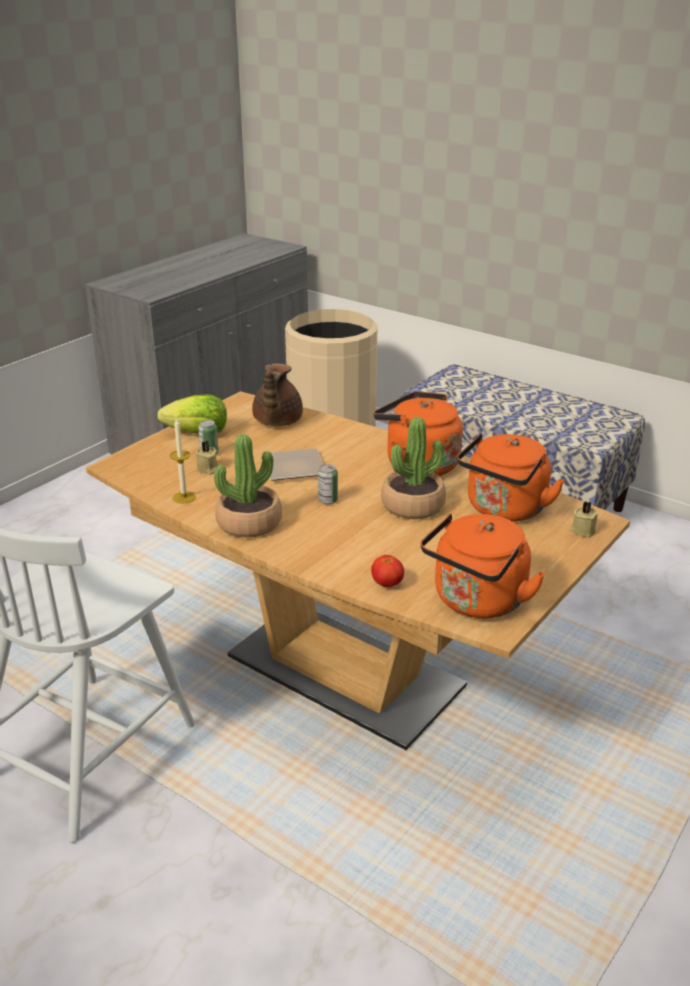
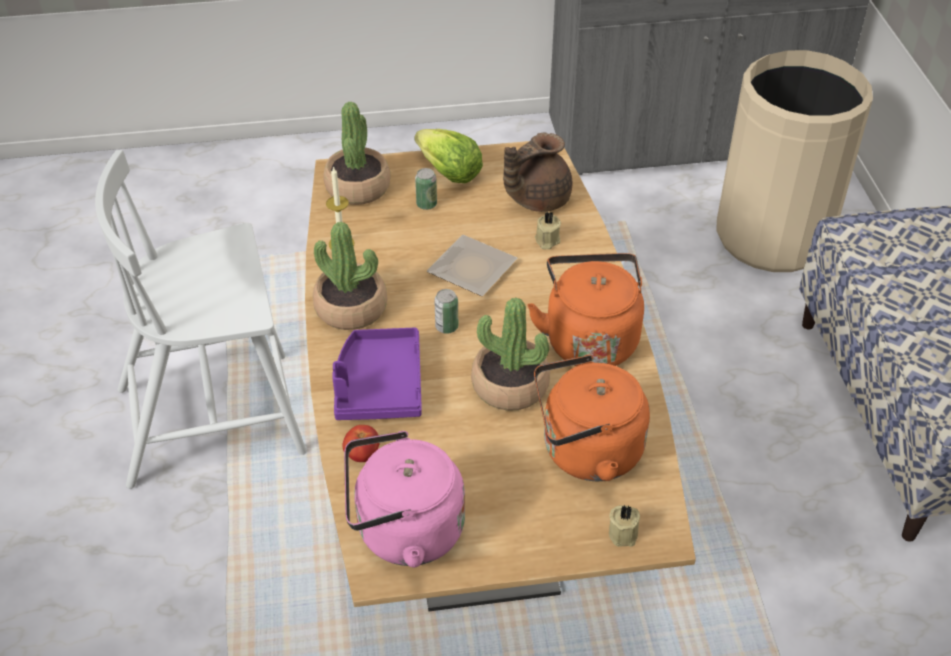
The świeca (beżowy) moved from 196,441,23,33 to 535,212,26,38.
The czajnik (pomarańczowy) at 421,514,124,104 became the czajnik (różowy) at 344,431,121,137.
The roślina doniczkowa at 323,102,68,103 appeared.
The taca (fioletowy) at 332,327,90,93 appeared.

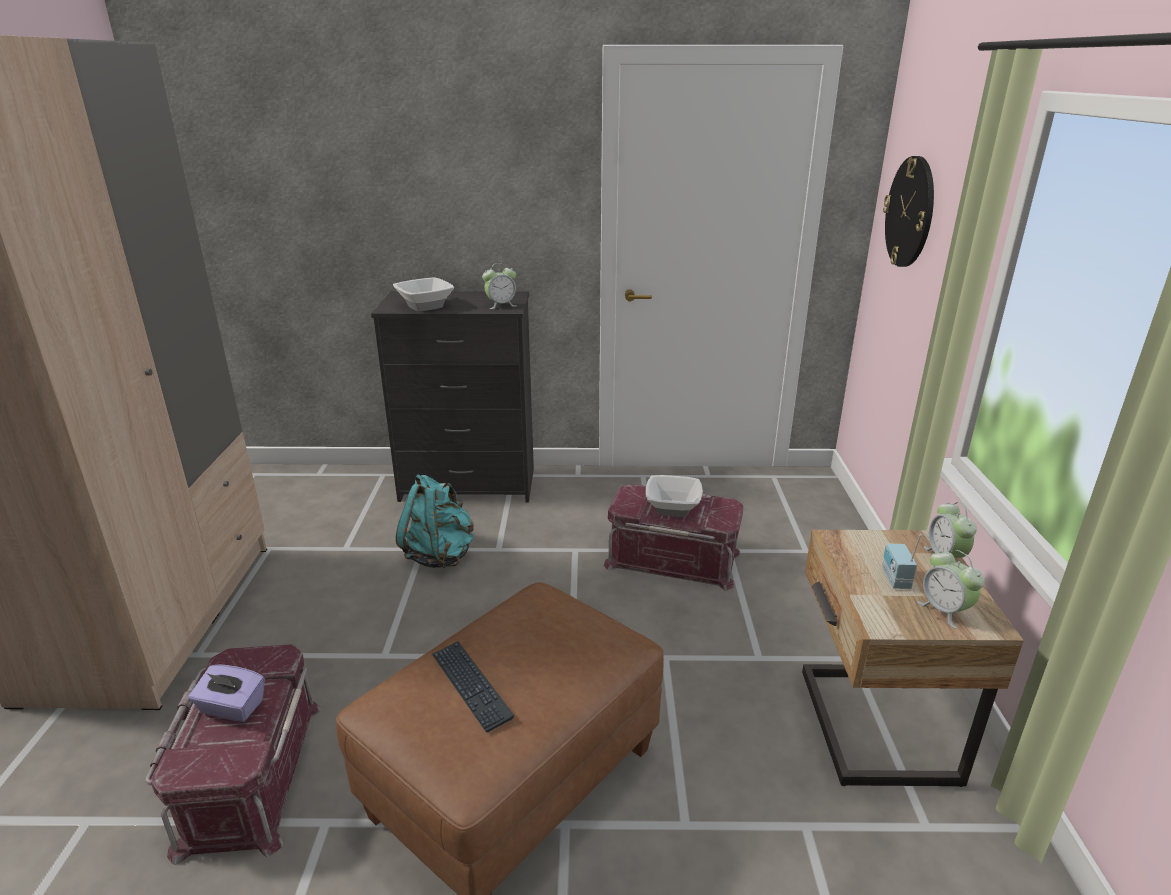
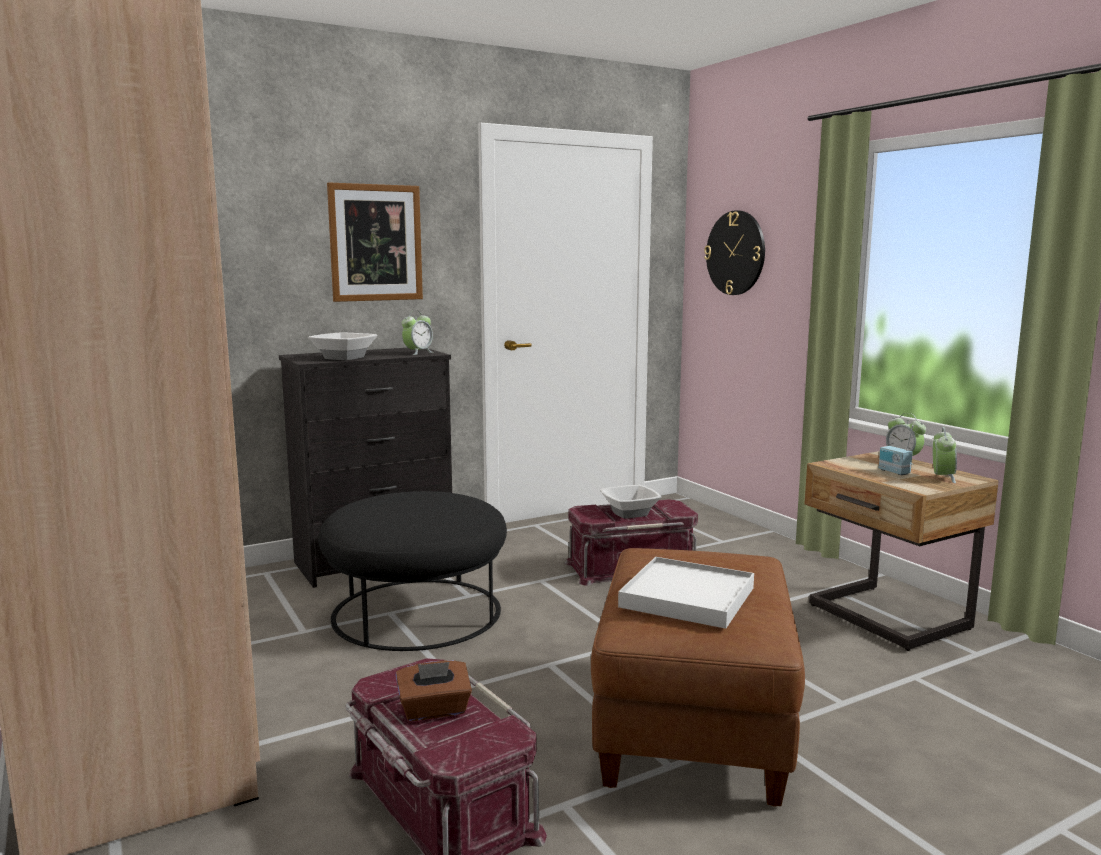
The pudełko chusteczek (fioletowy) at 189,664,75,58 became the pudełko chusteczek (brązowy) at 396,660,76,61.
The plecak (turkusowy) at 396,474,78,94 was replaced by the pufa (czarny) at 318,491,189,160.
The klawiatura at 432,641,82,91 was replaced by the taca (biały) at 618,557,136,72.
The budzik at 917,550,68,79 turned 105 degrees counterclockwise.
The obraz at 327,182,96,120 appeared.

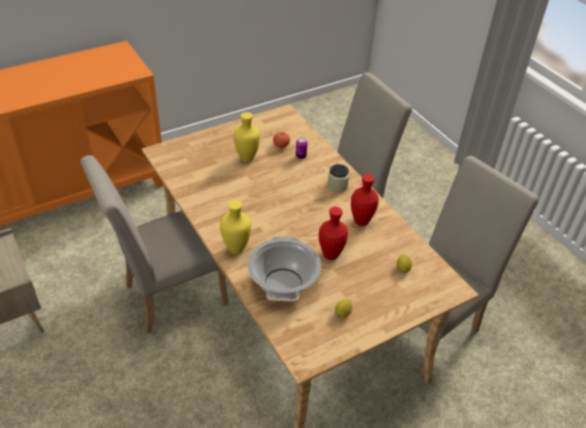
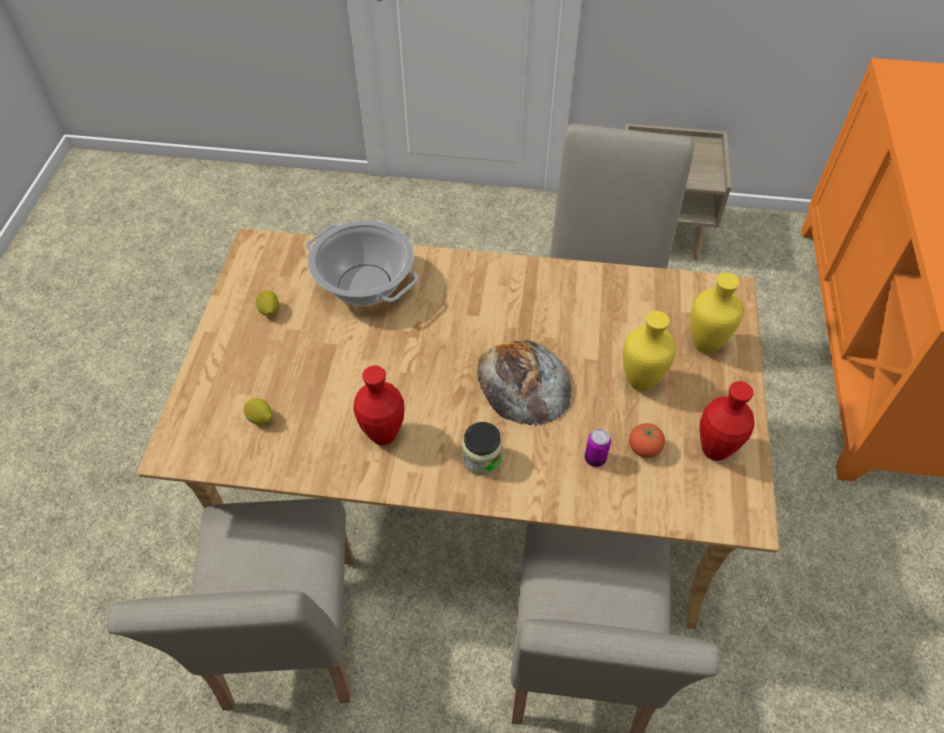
The wazon (żółty) moved from 220,200,31,54 to 690,272,53,81.
The wazon (czerwony) moved from 319,207,29,53 to 699,381,55,80.
The chleb at 478,339,94,87 appeared.

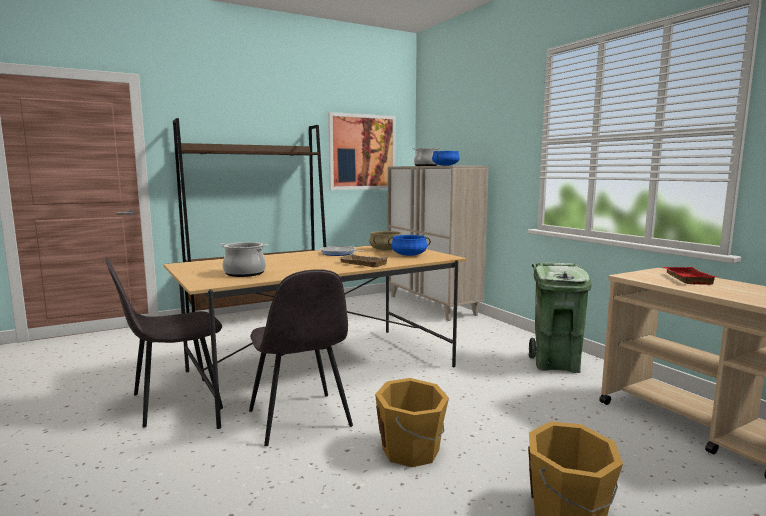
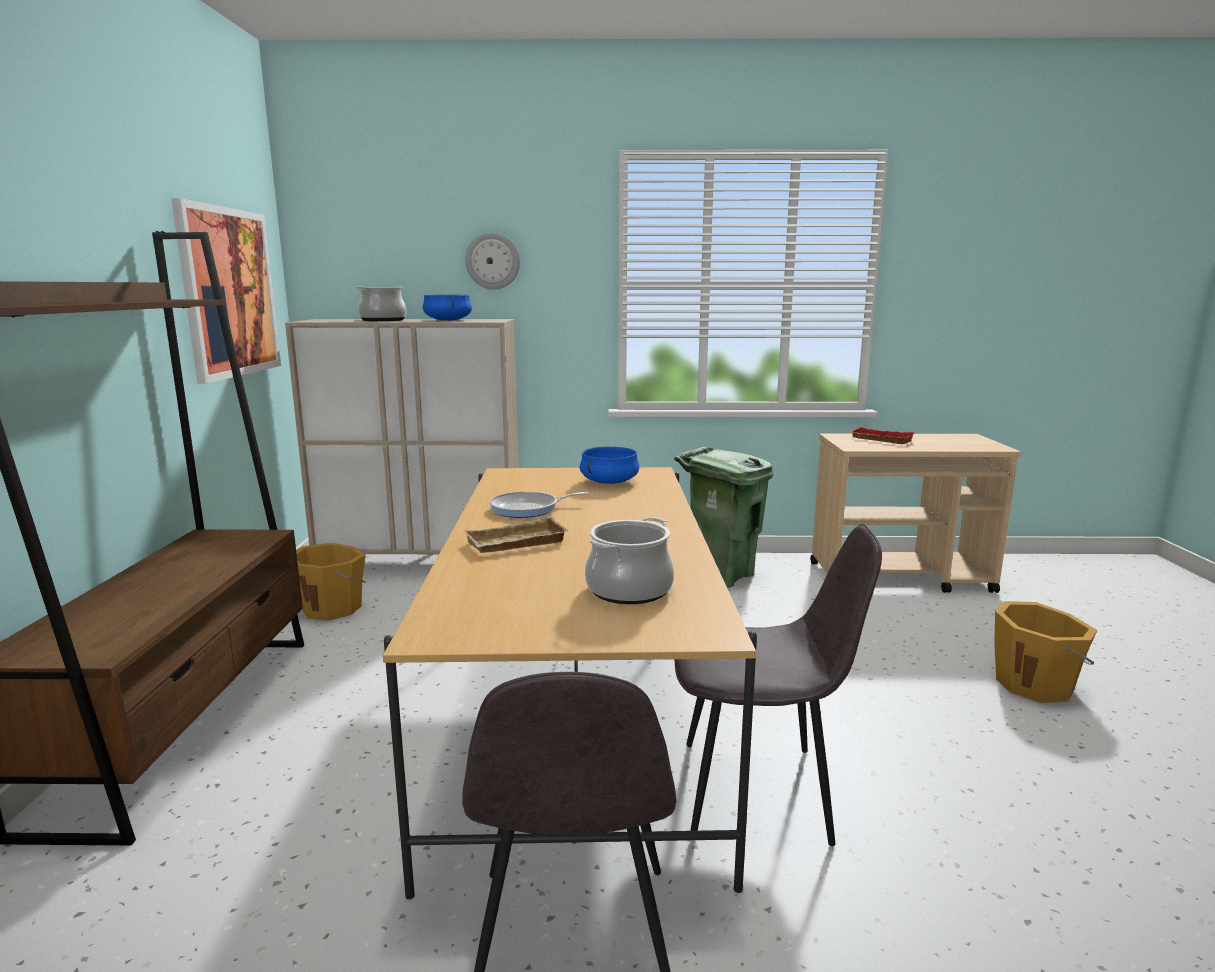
The taca (beżowy) moved from 339,254,50,13 to 465,516,104,37.
The garnek (beżowy) at 369,231,33,20 disappeared.
The wiadro (pomarańczowy) moved from 375,378,74,89 to 296,543,70,78.
The zegar ścienny at 465,232,55,58 appeared.

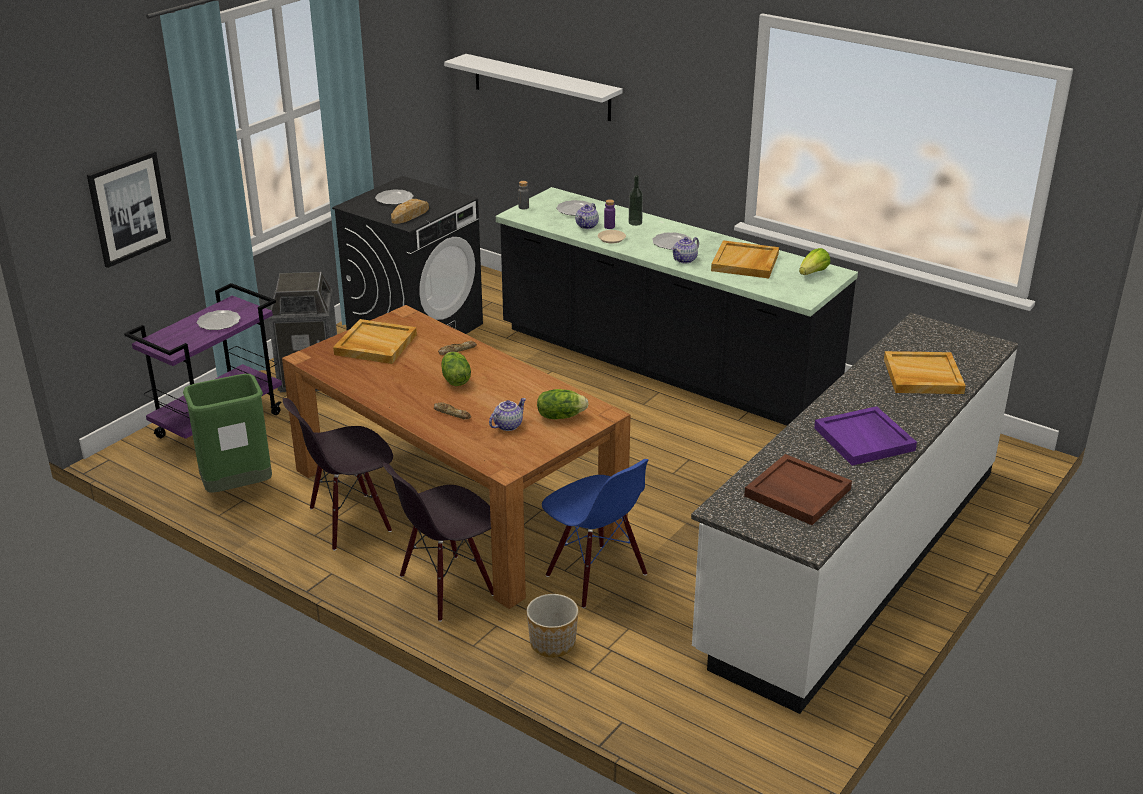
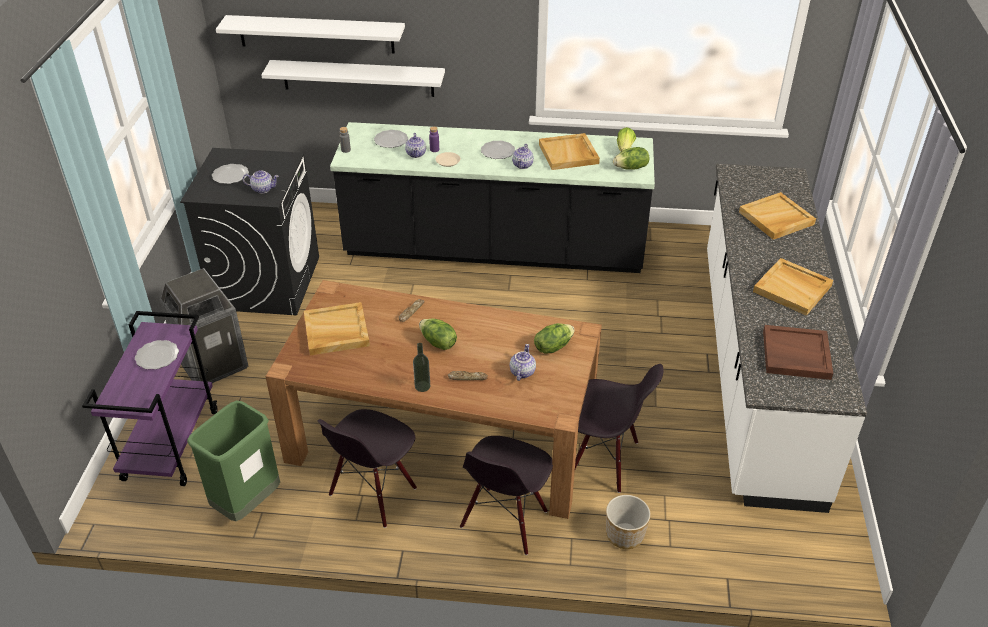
The obraz at 87,151,84,117 disappeared.
The chleb at 391,199,38,25 was replaced by the imbryk at 243,170,36,23.
The krzesło (niebieski) at 542,459,107,149 became the krzesło (czarny) at 575,364,88,129.
The butelka moved from 629,175,14,51 to 413,343,17,49.
The taca (fioletowy) at 814,406,103,60 became the taca (beżowy) at 753,258,80,58.
The półka (biały) at 261,60,184,37 appeared.
The sałata at 613,147,36,23 appeared.

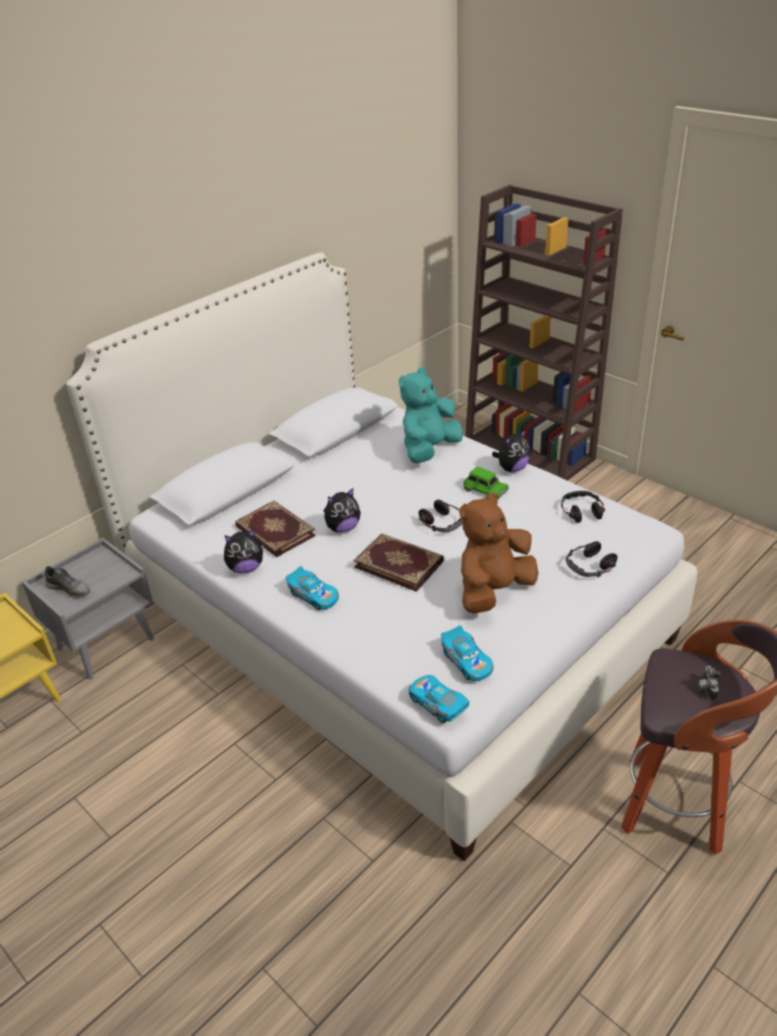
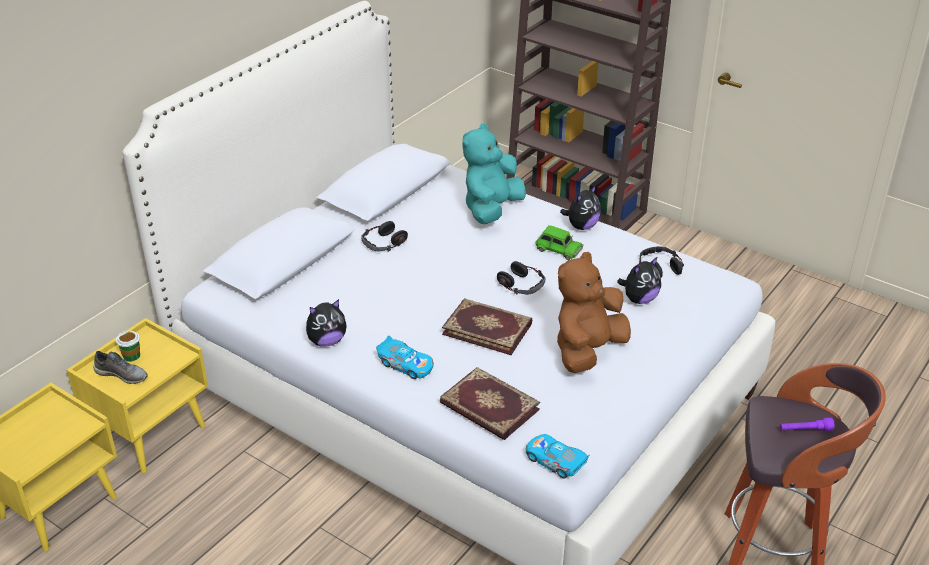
The szafka nocna (szary) at 22,538,132,141 became the szafka nocna (żółty) at 66,318,142,155.
The książka moved from 235,501,81,56 to 440,367,100,73.
The pluszak moved from 324,488,37,45 to 617,256,44,48.
The samochodzik at 441,625,52,57 disappeared.
The słuchawki moved from 566,541,51,37 to 361,221,47,31.
The aparat fotograficzny at 698,666,22,35 was replaced by the latarka (fioletowy) at 780,418,54,13.
The filiżanka at 116,331,24,31 appeared.

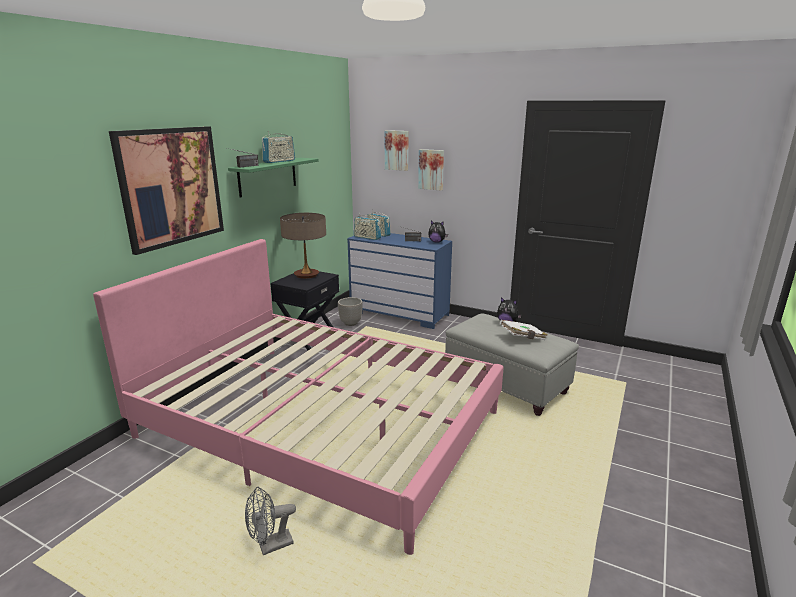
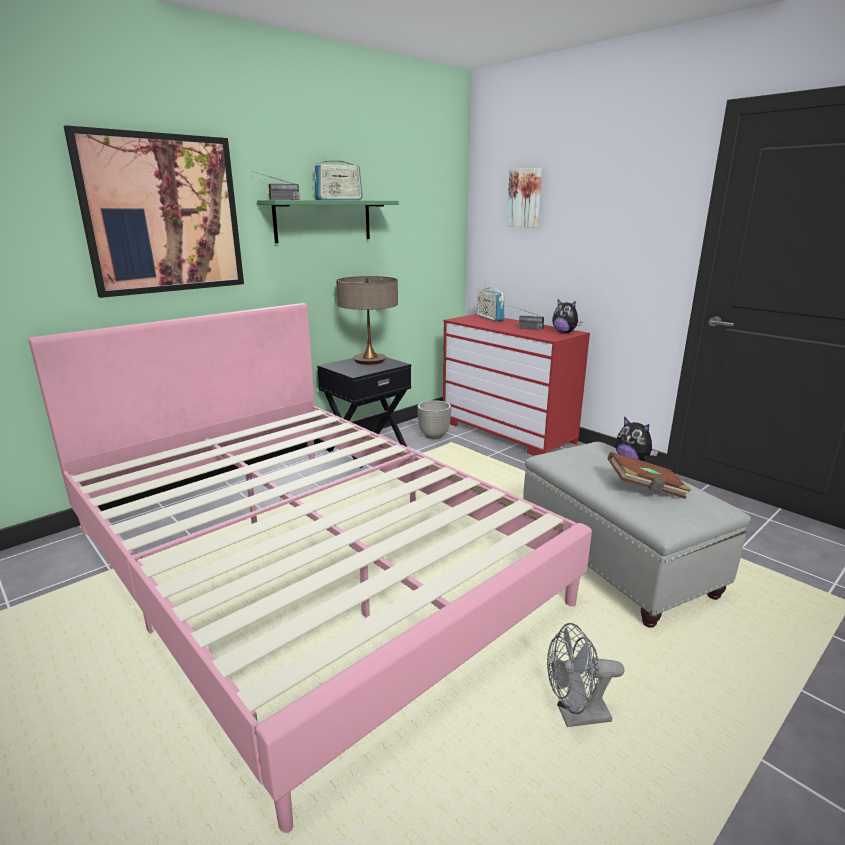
The wentylator (szary) moved from 245,487,51,68 to 547,623,77,104.
The komoda (niebieski) at 347,233,105,96 became the komoda (czerwony) at 443,314,147,142.
The radio at 354,216,27,24 disappeared.
The obraz at 418,149,26,41 disappeared.
The książka (biały) at 499,320,49,20 became the książka (brązowy) at 608,452,83,47.

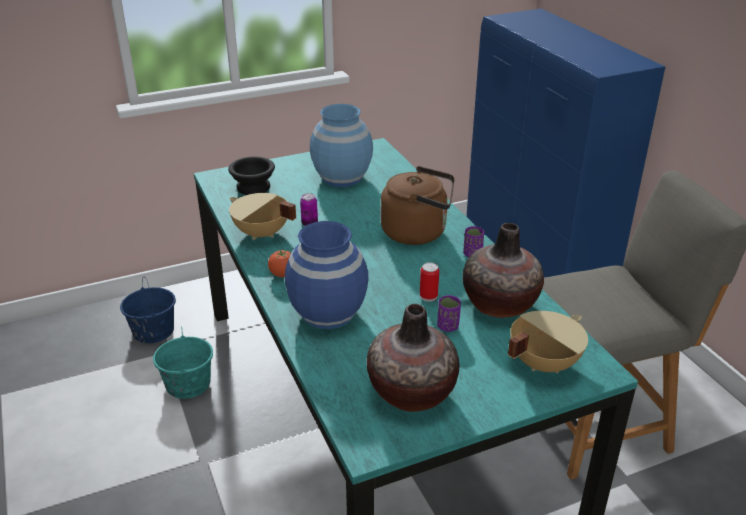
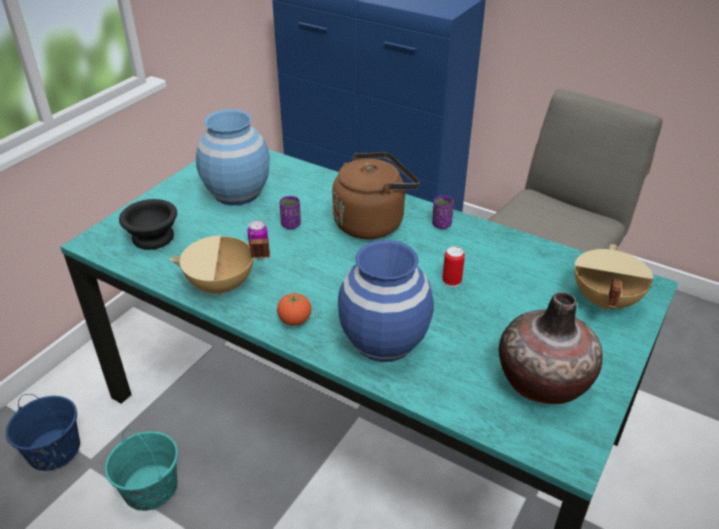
The filiżanka (fioletowy) moved from 437,295,24,37 to 279,196,22,33.
The wazon at 462,223,82,95 disappeared.

